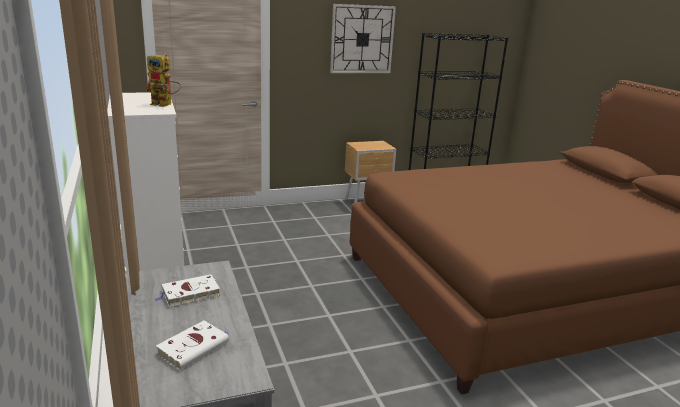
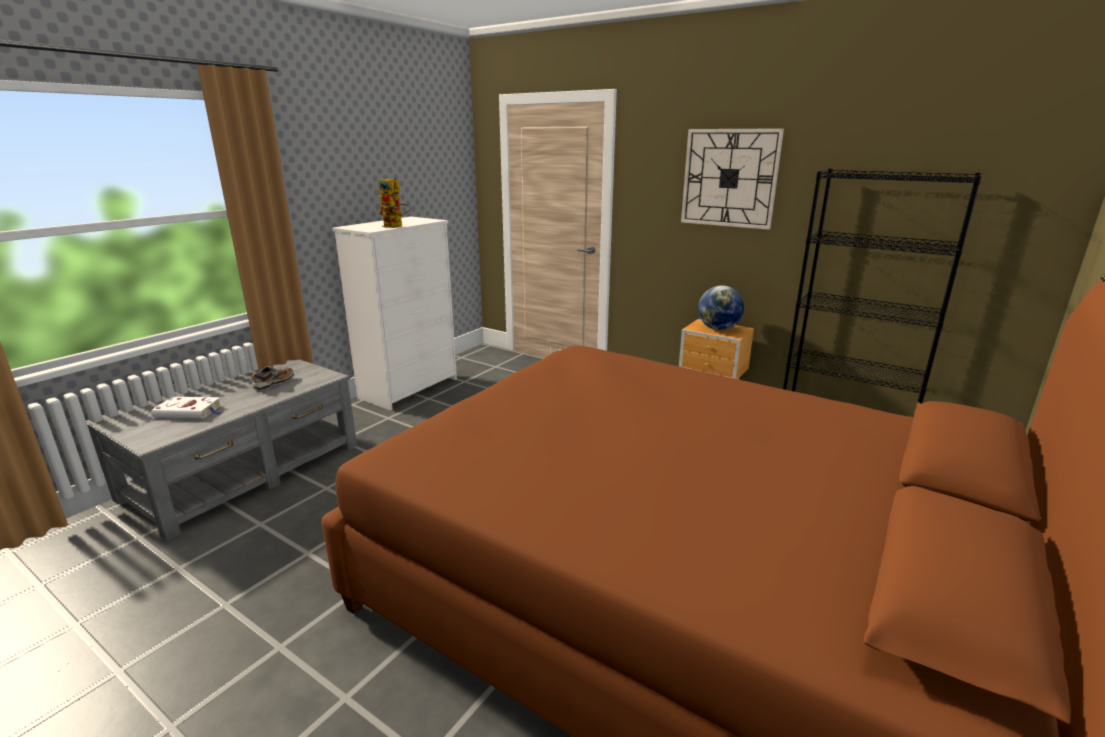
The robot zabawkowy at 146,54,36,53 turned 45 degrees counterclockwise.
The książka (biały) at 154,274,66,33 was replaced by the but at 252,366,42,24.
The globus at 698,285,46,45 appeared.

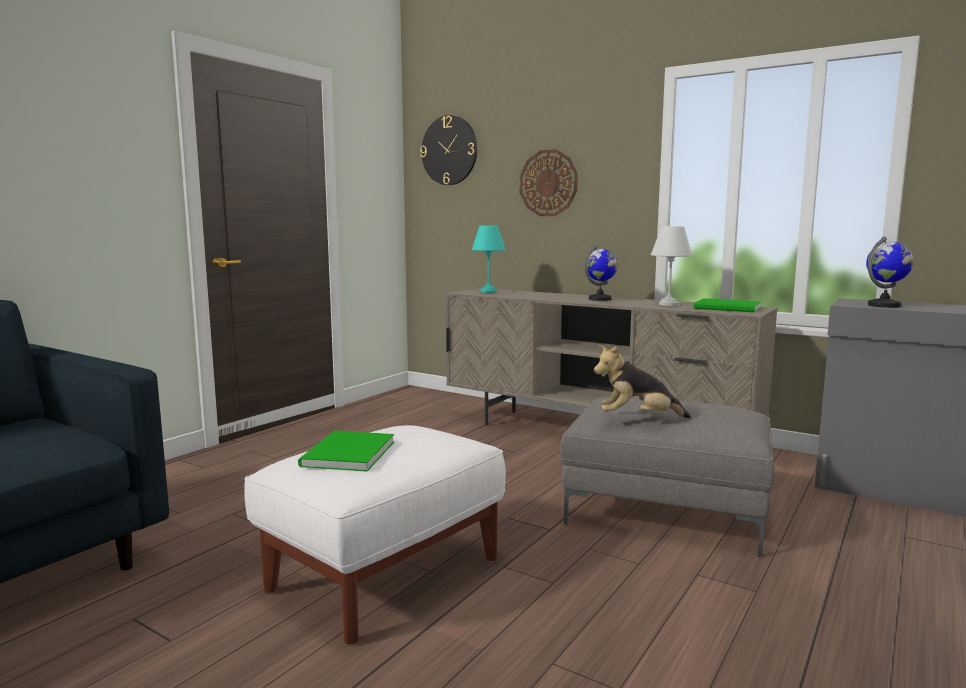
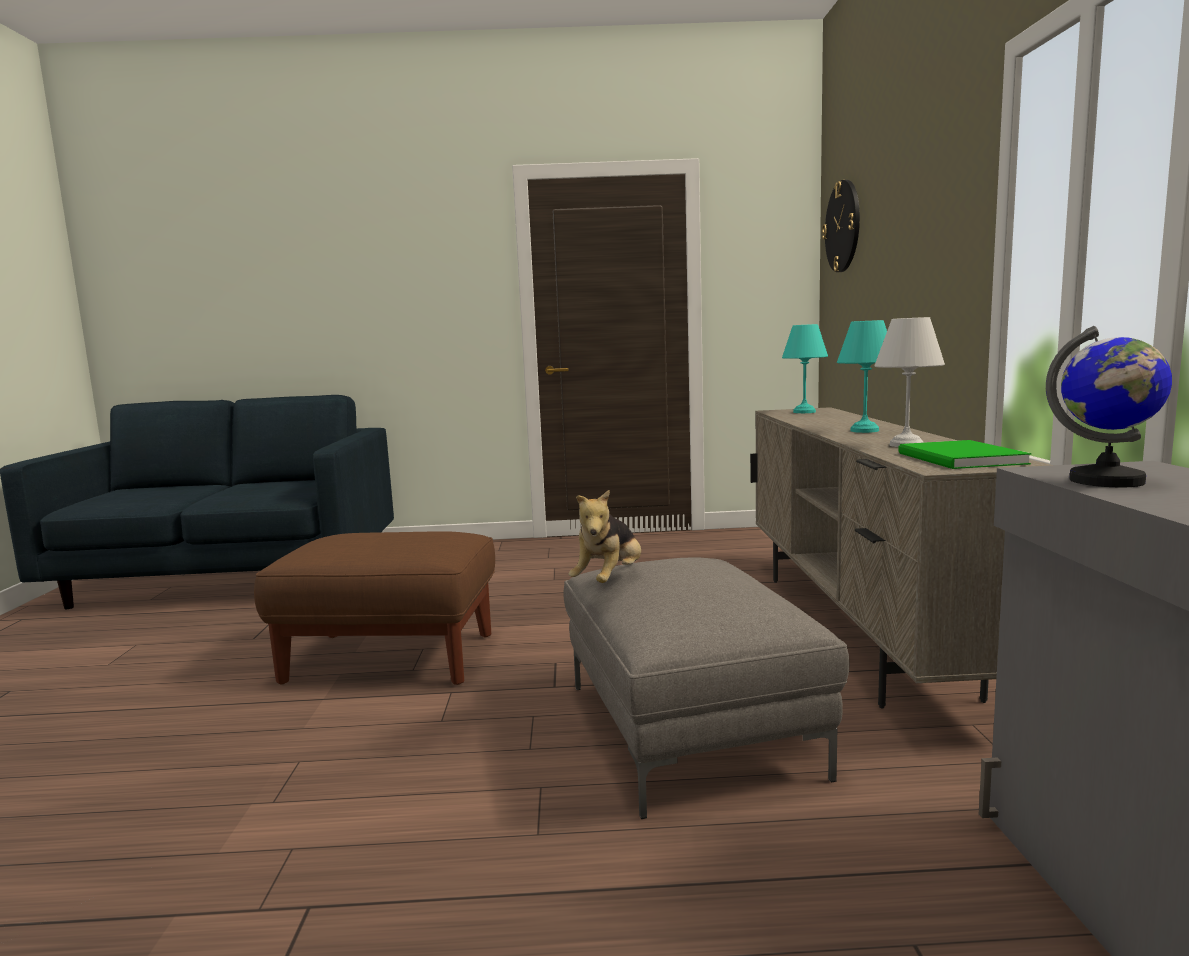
The pufa (biały) at 244,425,262,219 became the pufa (brązowy) at 254,531,241,154.
The książka (zielony) at 298,431,96,41 disappeared.
The zegar ścienny at 520,149,58,67 disappeared.
The globus at 584,245,34,56 was replaced by the lampa stołowa (turkusowy) at 837,320,50,113.
The pluszak at 594,345,97,73 turned 120 degrees counterclockwise.

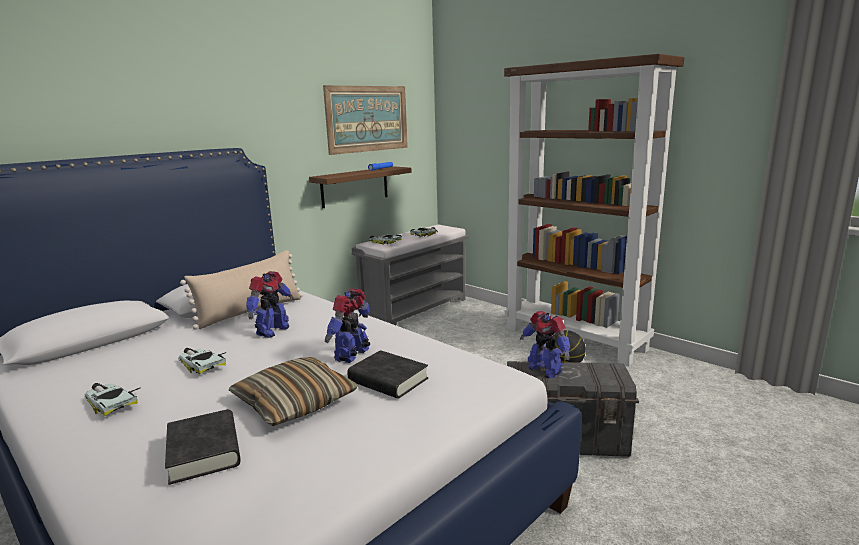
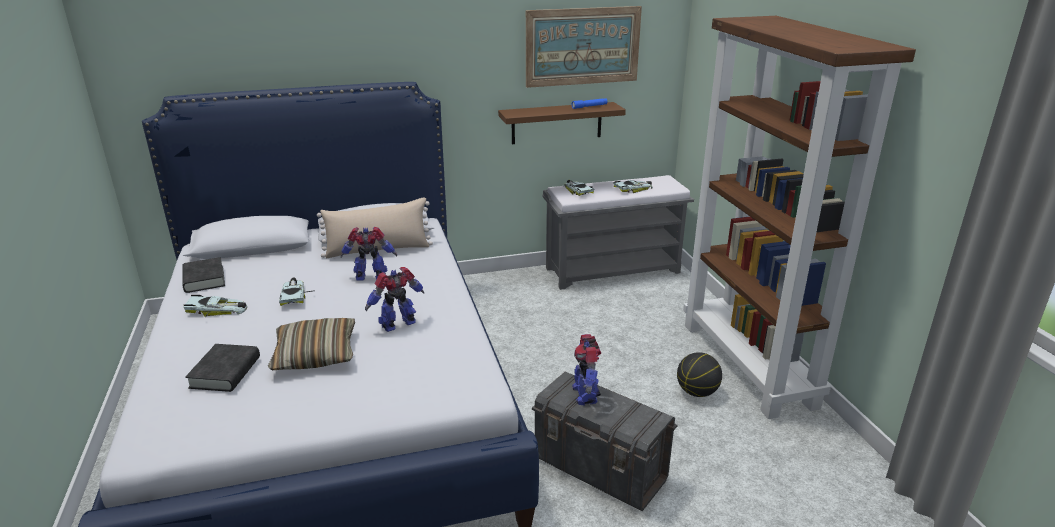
The samochodzik at 85,383,56,33 turned 105 degrees clockwise.
The robot zabawkowy at 246,271,48,67 turned 150 degrees counterclockwise.
The książka (czarny) moved from 347,350,81,49 to 182,257,43,36.

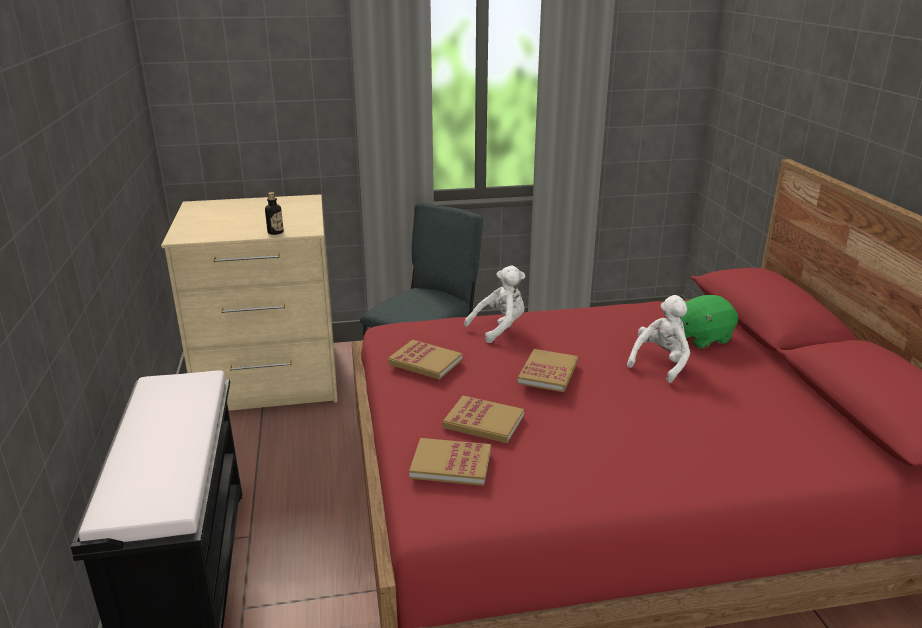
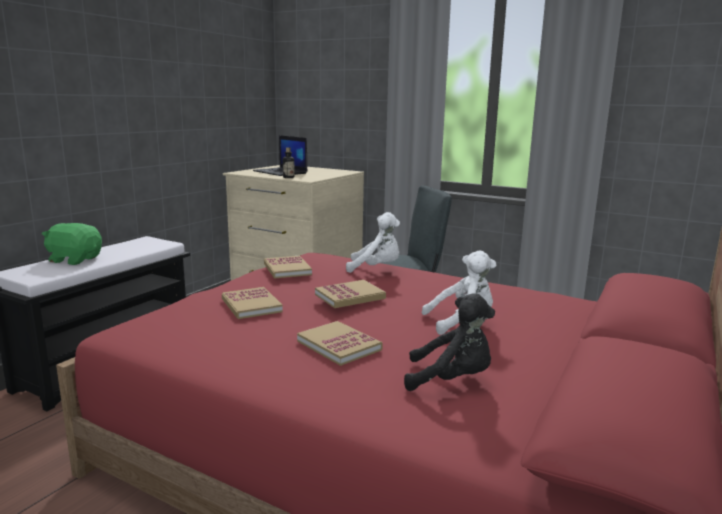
The książka moved from 409,438,82,48 to 297,321,86,45.
The pluszak (zielony) moved from 681,295,57,54 to 42,223,60,42.
The laptop at 253,135,55,41 appeared.
The pluszak (czarny) at 404,293,91,98 appeared.

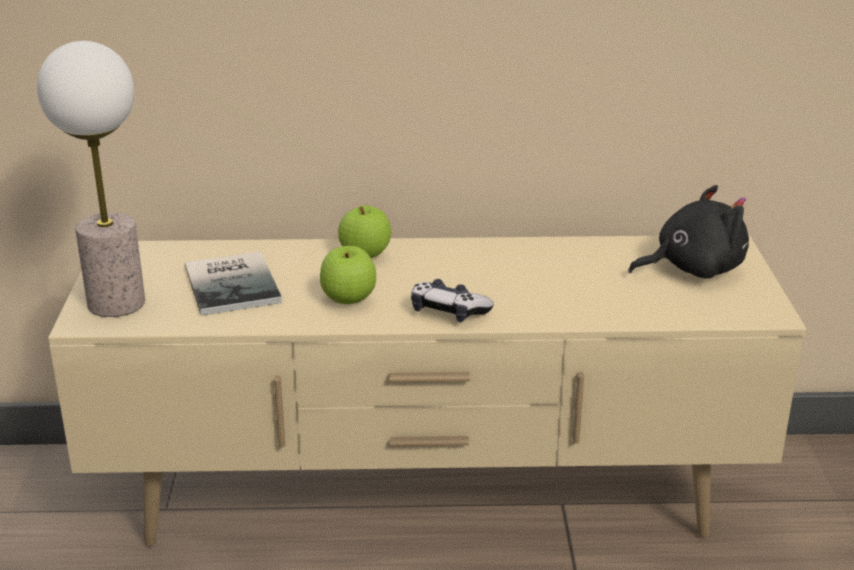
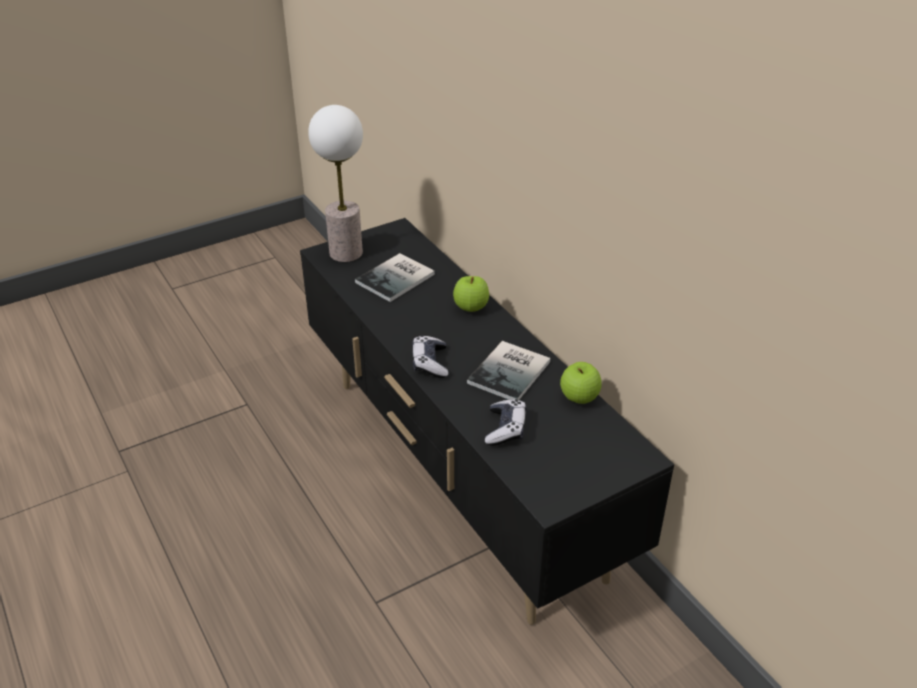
The szafka pod telewizor (beżowy) at 48,235,759,311 became the szafka pod telewizor (czarny) at 300,218,374,407.
The jabłko moved from 320,246,56,58 to 560,362,42,42.
The pluszak (czarny) at 628,185,121,94 disappeared.
The książka at 467,341,83,59 appeared.
The pad do gier at 485,399,41,47 appeared.

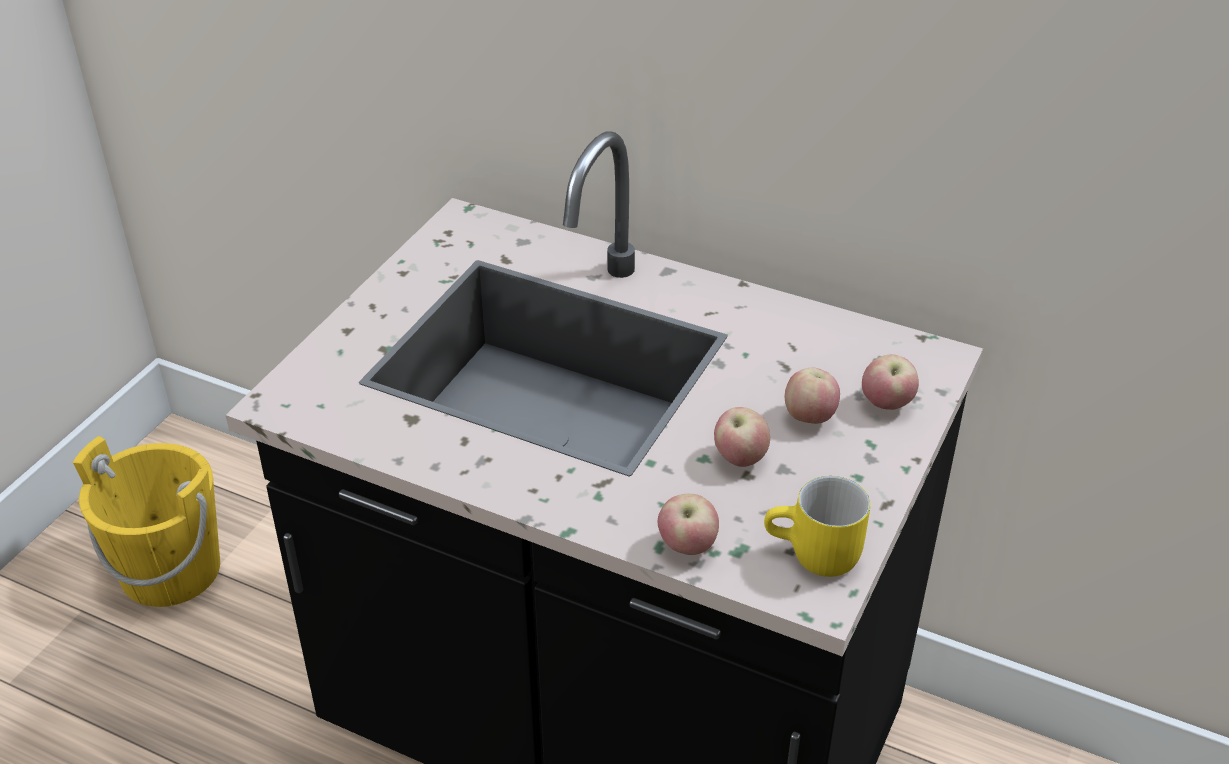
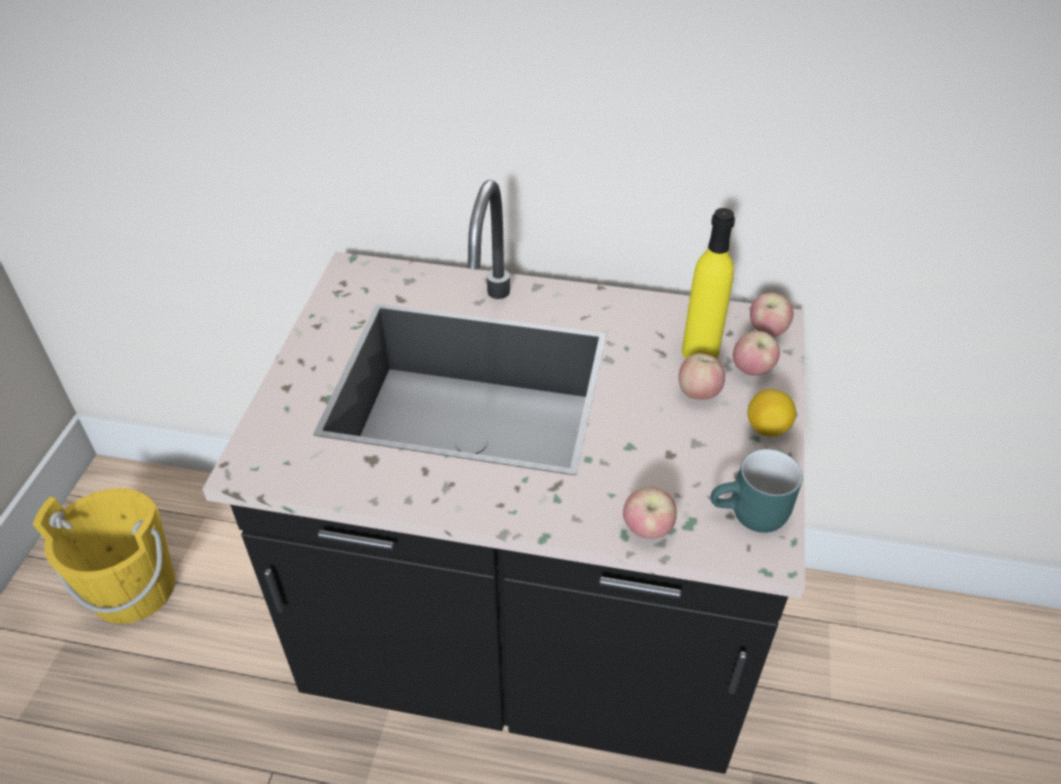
The jabłko moved from 714,407,56,60 to 750,293,43,44.
The kubek (żółty) at 764,476,107,101 became the kubek (turkusowy) at 711,449,92,84.
The butelka (żółty) at 682,208,53,151 appeared.
The cytryna at 748,389,48,47 appeared.

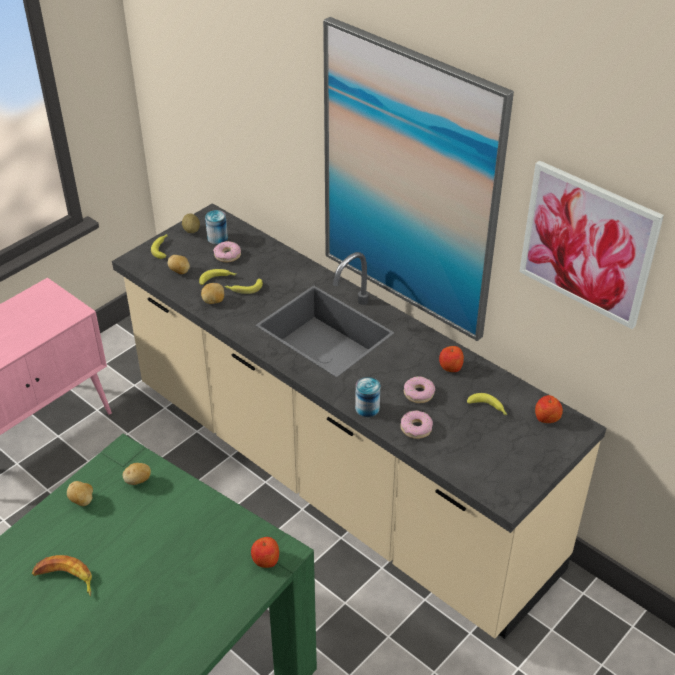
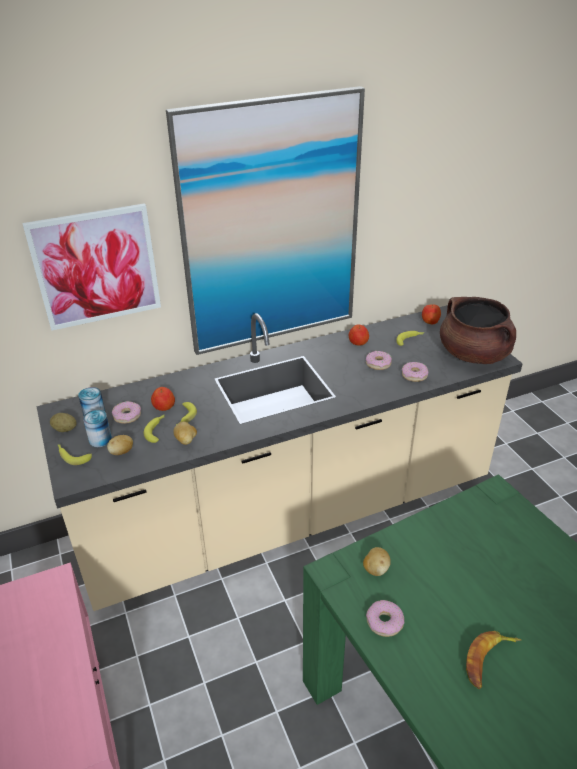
The ziemniak at 67,481,26,25 was replaced by the donut at 366,600,38,37.
The jabłko moved from 251,537,28,31 to 151,387,24,24.
The puszka moved from 355,377,25,40 to 83,410,29,37.
The obraz moved from 519,160,145,169 to 22,203,139,128.
The garnek (brązowy) at 440,297,76,67 appeared.

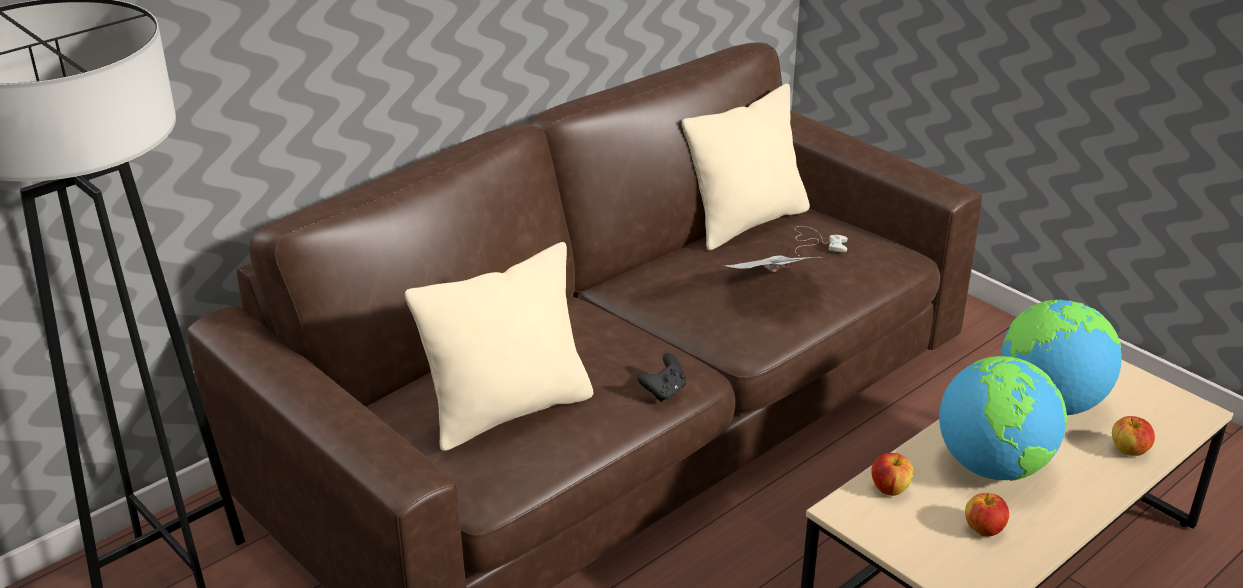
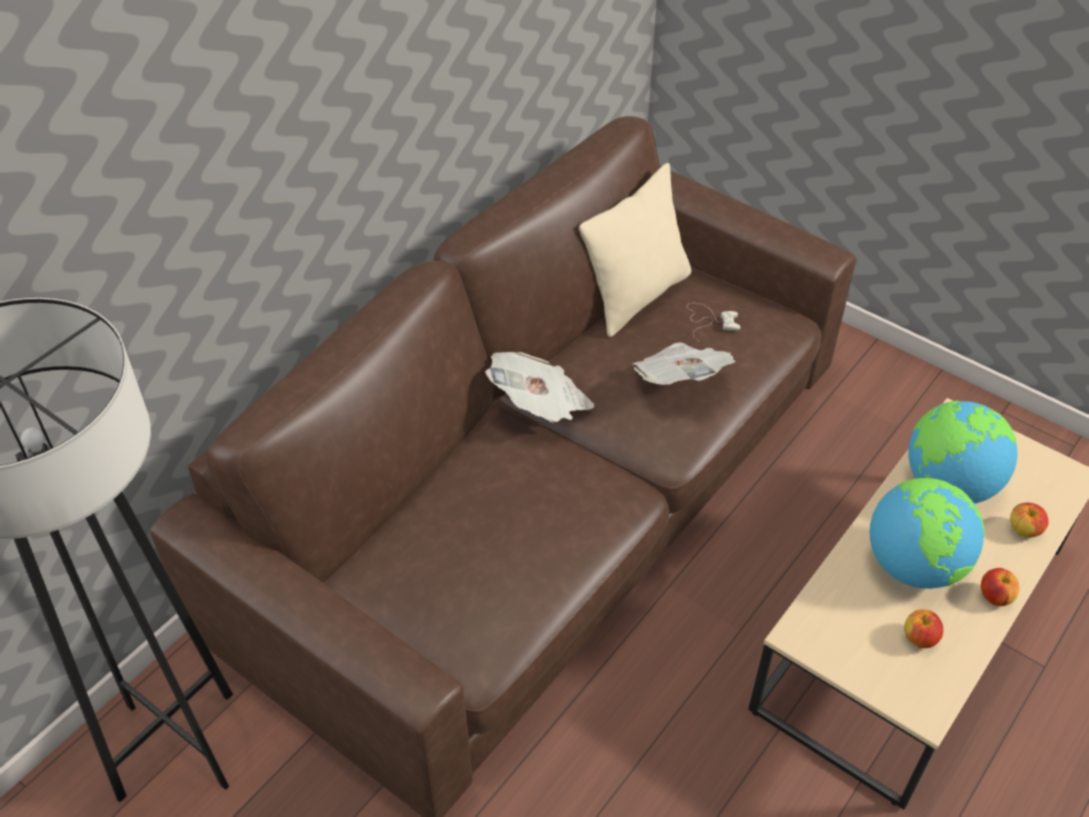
The poduszka (beżowy) at 405,242,188,209 disappeared.
The pad do gier (czarny) at 637,353,49,49 disappeared.
The jabłko moved from 871,453,42,43 to 981,568,39,38.
The gazeta at 485,352,109,71 appeared.

